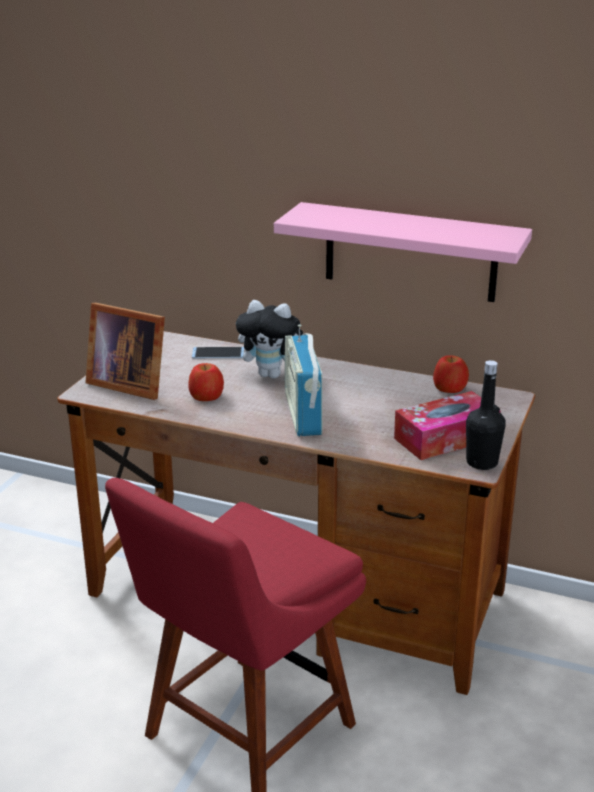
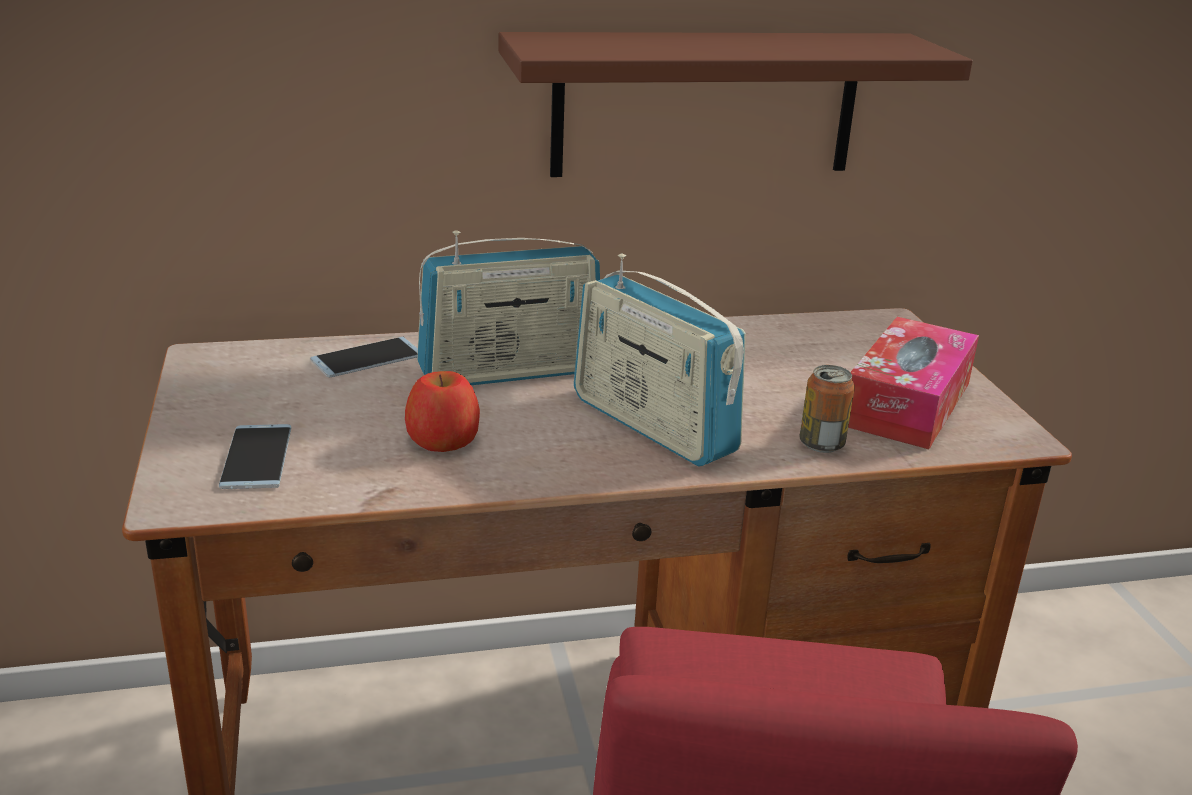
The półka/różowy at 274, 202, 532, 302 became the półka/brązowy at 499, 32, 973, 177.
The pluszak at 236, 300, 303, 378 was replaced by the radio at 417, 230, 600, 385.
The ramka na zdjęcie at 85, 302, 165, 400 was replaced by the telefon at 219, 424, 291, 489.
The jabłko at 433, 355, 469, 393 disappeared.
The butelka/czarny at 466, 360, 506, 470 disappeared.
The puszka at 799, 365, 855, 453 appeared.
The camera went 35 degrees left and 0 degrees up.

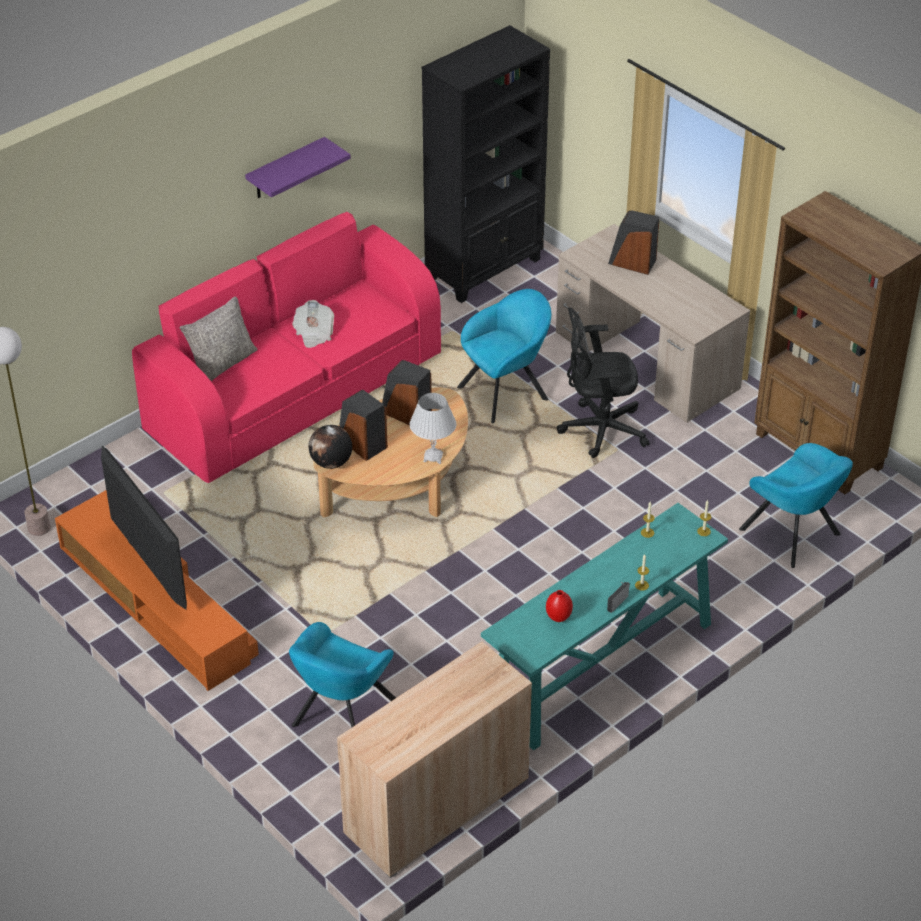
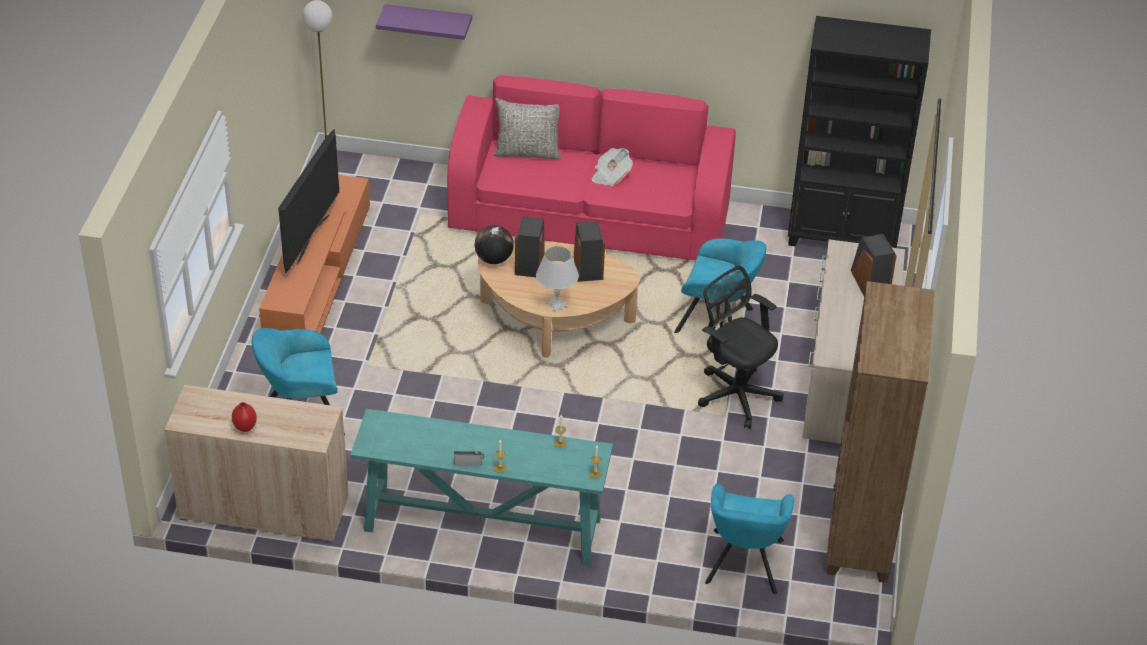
The półka/fioletowy moved from 245, 137, 351, 198 to 376, 4, 472, 40.
The wazon/czerwony moved from 546, 590, 573, 622 to 232, 402, 257, 432.
The camera went 50 degrees right and 0 degrees up.

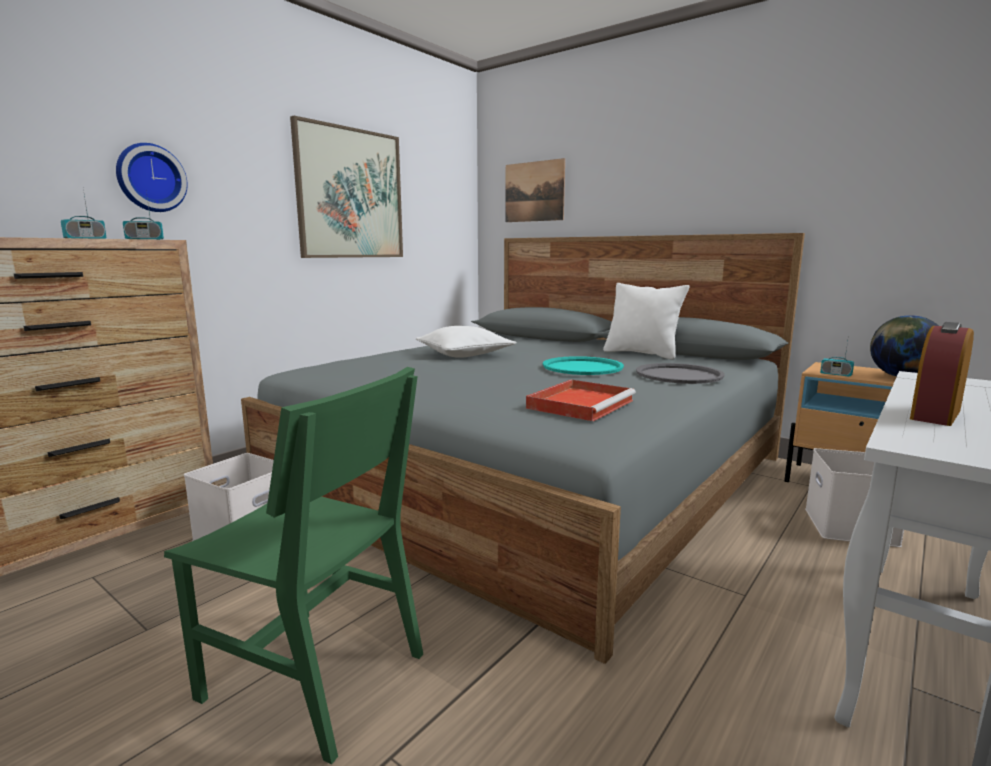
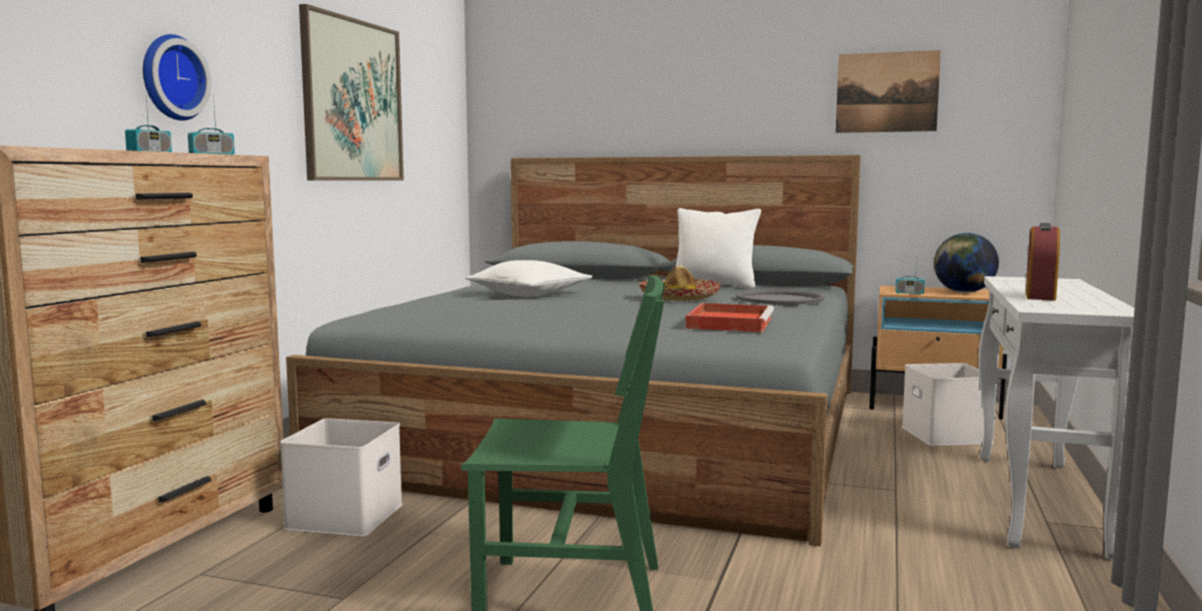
The obraz moved from 505, 158, 565, 222 to 836, 50, 941, 133.
The taca/turkusowy at 543, 356, 624, 375 was replaced by the kapelusz at 638, 265, 721, 301.
The camera went 20 degrees left and 5 degrees down.

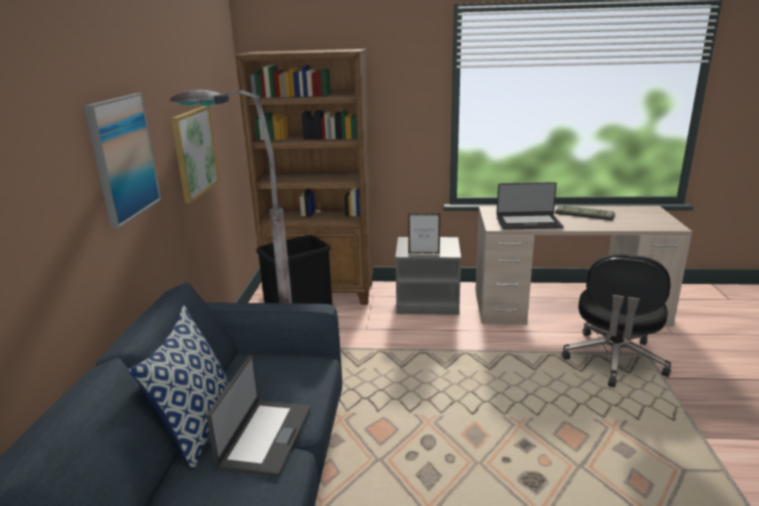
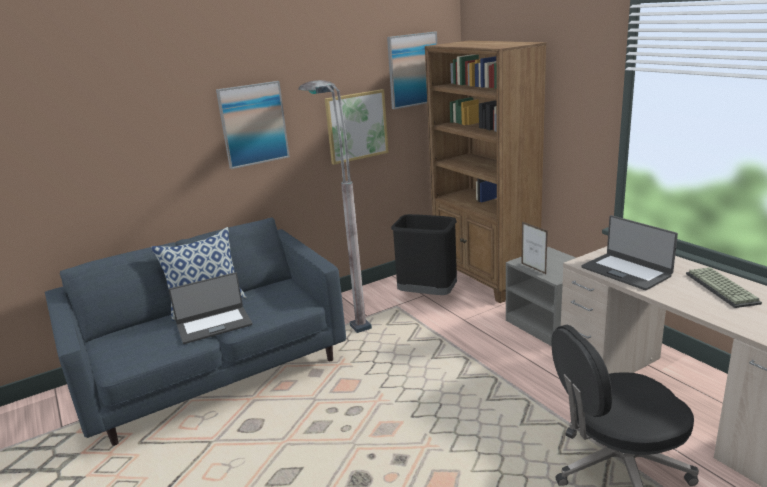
The obraz at 387, 32, 437, 109 appeared.
The camera went 55 degrees right and 0 degrees up.

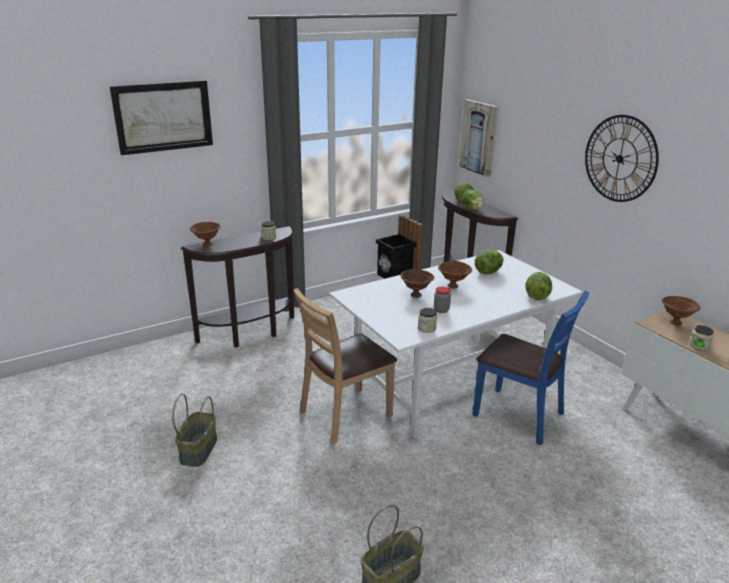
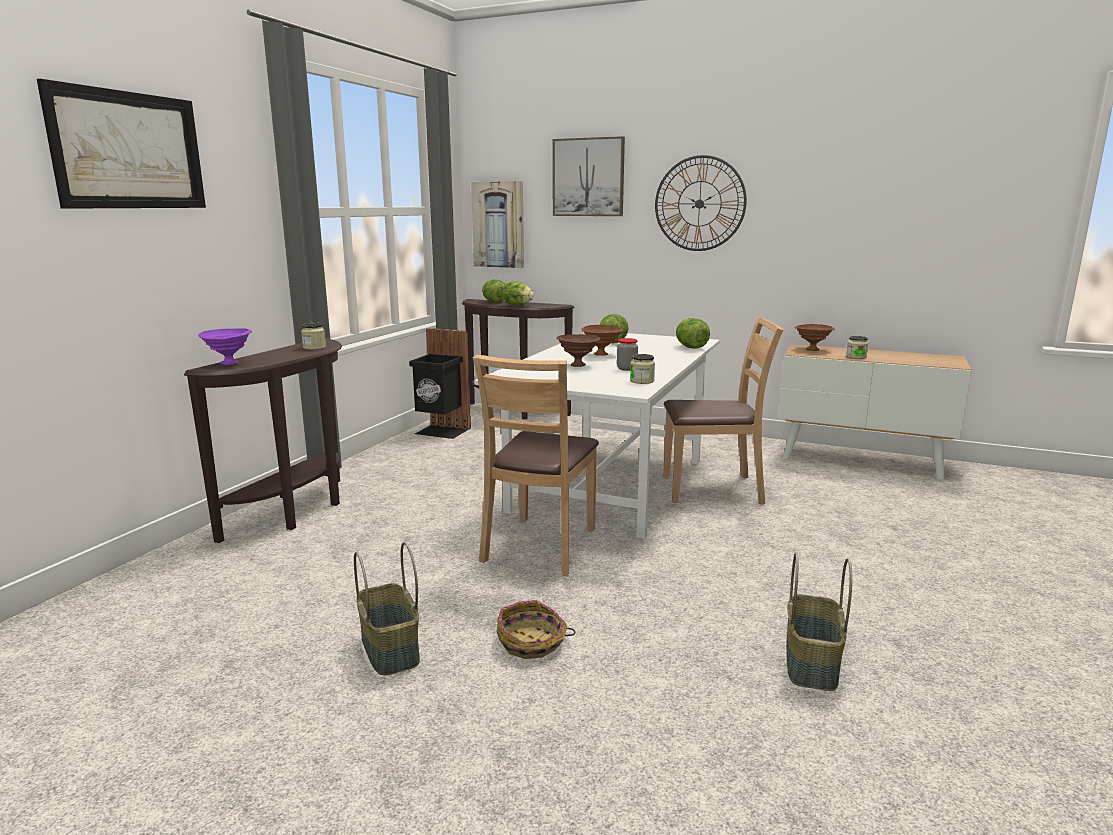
The miska/brązowy at 190, 222, 221, 247 became the miska/fioletowy at 198, 328, 252, 365.
The krzesło/niebieski at 473, 290, 589, 445 became the krzesło/brązowy at 663, 317, 783, 505.
The obraz at 553, 136, 625, 216 appeared.
The koszyk at 497, 600, 575, 659 appeared.
The camera went 35 degrees left and 10 degrees down.

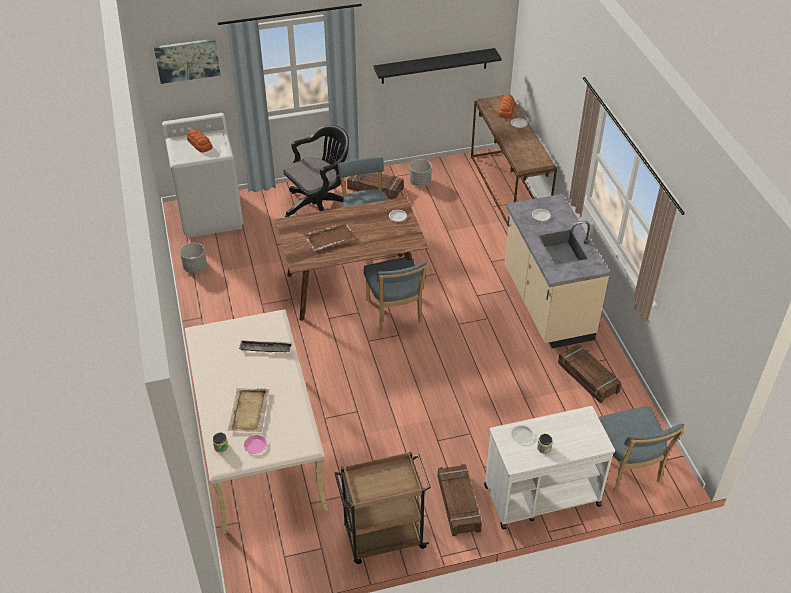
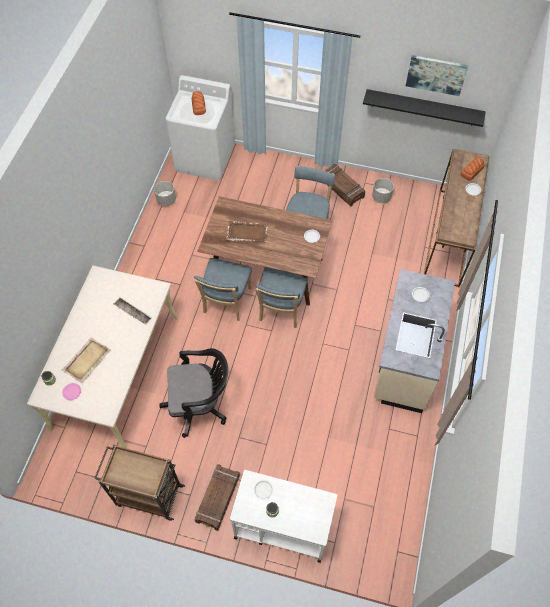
The obraz moved from 154, 39, 221, 84 to 406, 55, 468, 96.
The krzesło biurowe/czarny moved from 283, 125, 349, 217 to 159, 348, 228, 438.
The skrzynka at 558, 344, 622, 403 disappeared.
The krzesło/niebieski moved from 598, 406, 684, 493 to 194, 258, 252, 321.
The camera went 30 degrees right and 15 degrees up.

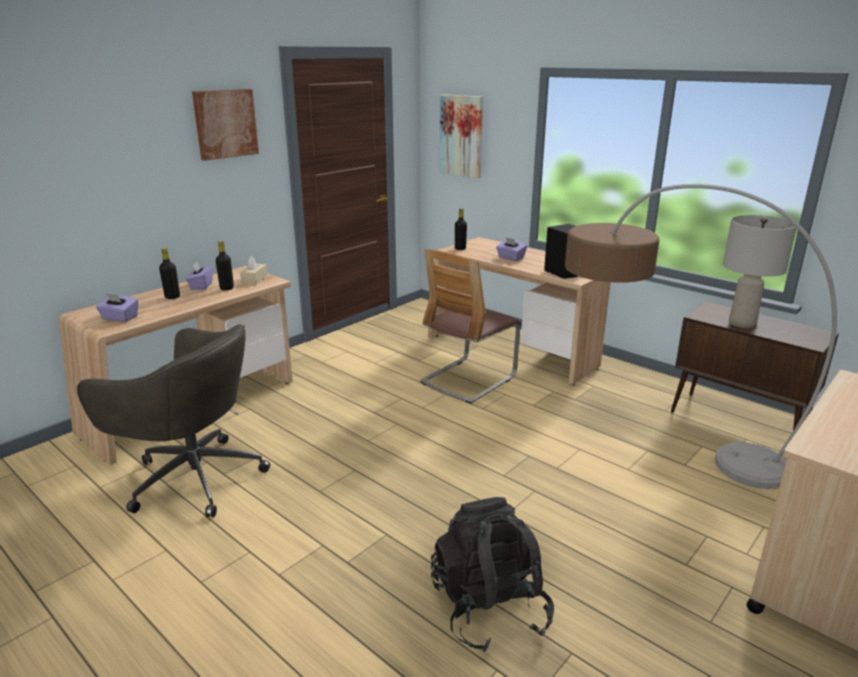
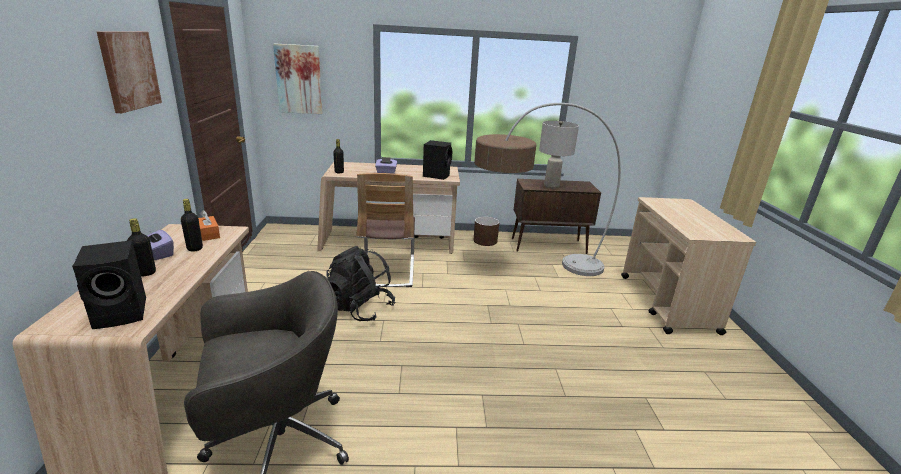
The pudełko chusteczek/beżowy at 240, 257, 267, 285 became the pudełko chusteczek/pomarańczowy at 198, 210, 220, 241.
The pudełko chusteczek/fioletowy at 96, 293, 138, 322 was replaced by the głośnik/czarny at 72, 240, 146, 329.
The plecak/czarny moved from 431, 497, 554, 652 to 326, 246, 395, 321.
The donica/brązowy at 474, 216, 500, 246 appeared.
The camera went 45 degrees left and 0 degrees up.

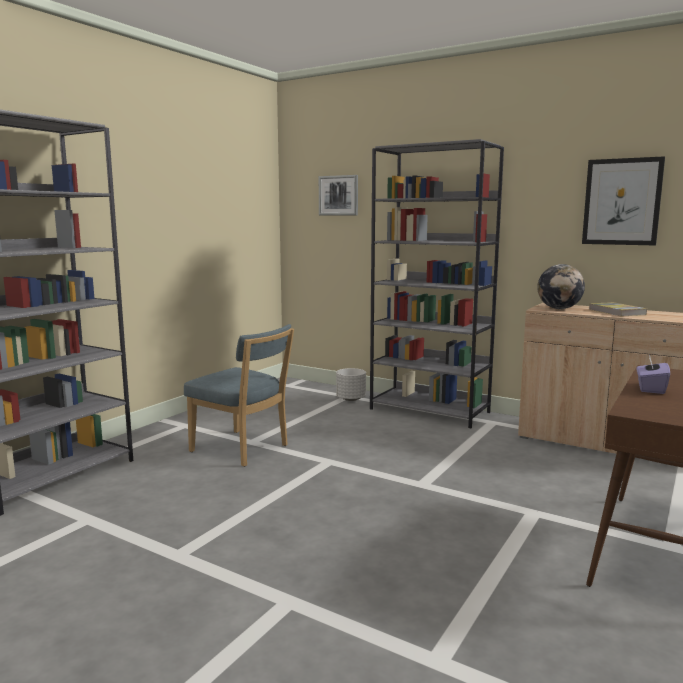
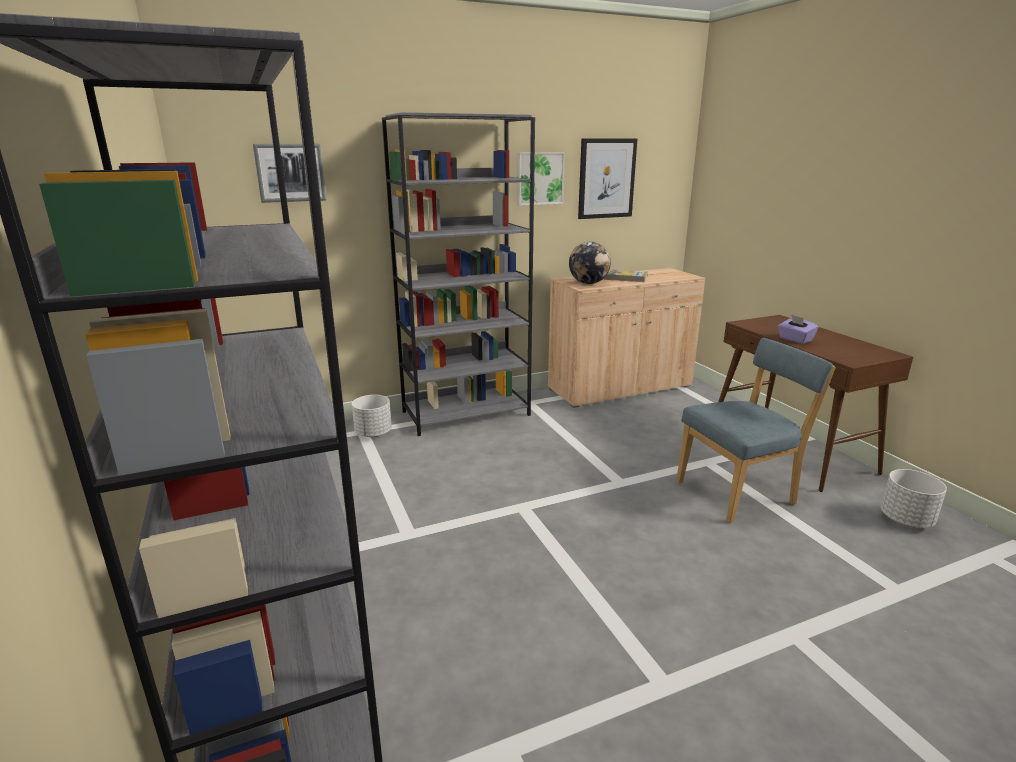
The krzesło/niebieski moved from 184, 324, 294, 467 to 676, 338, 836, 523.
The obraz at 517, 152, 565, 206 appeared.
The donica/biały at 881, 469, 947, 528 appeared.
The camera went 55 degrees left and 10 degrees up.

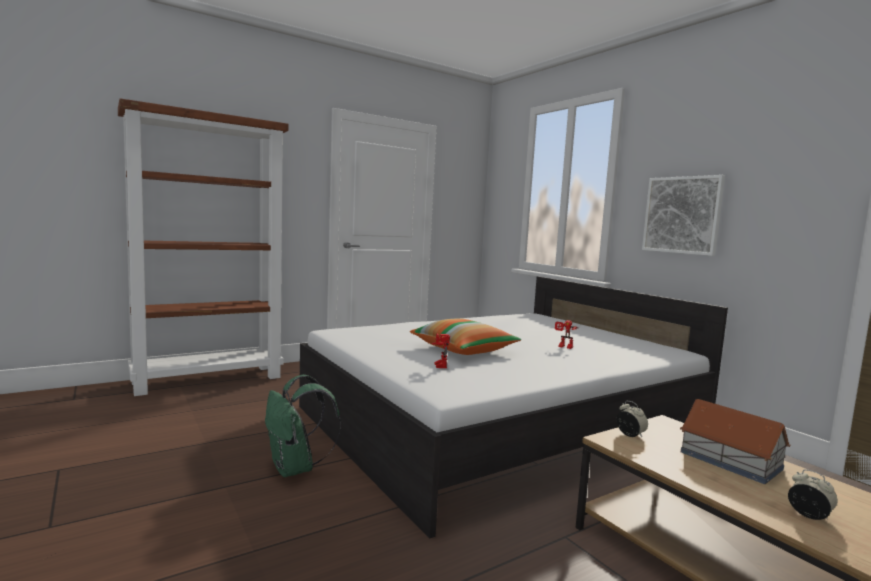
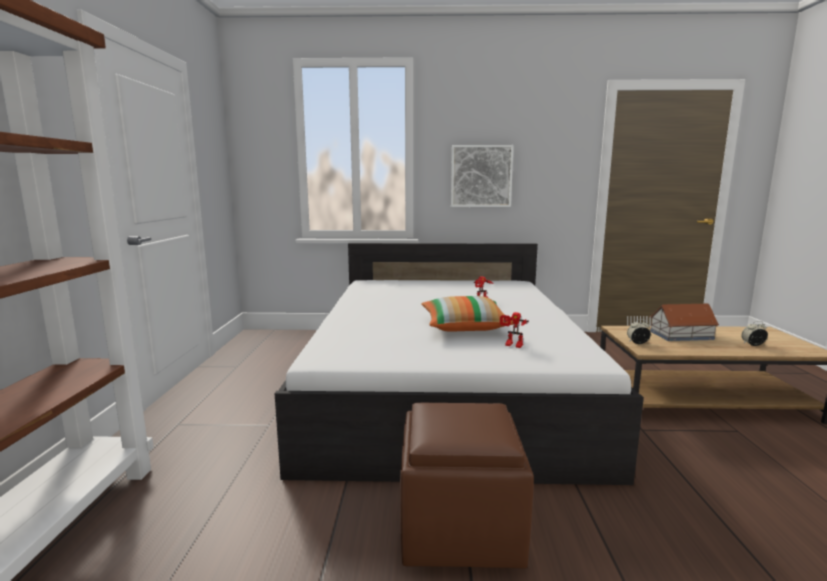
The plecak/zielony at 265, 375, 341, 477 was replaced by the pufa/brązowy at 400, 403, 534, 568.
The camera went 55 degrees left and 5 degrees up.

